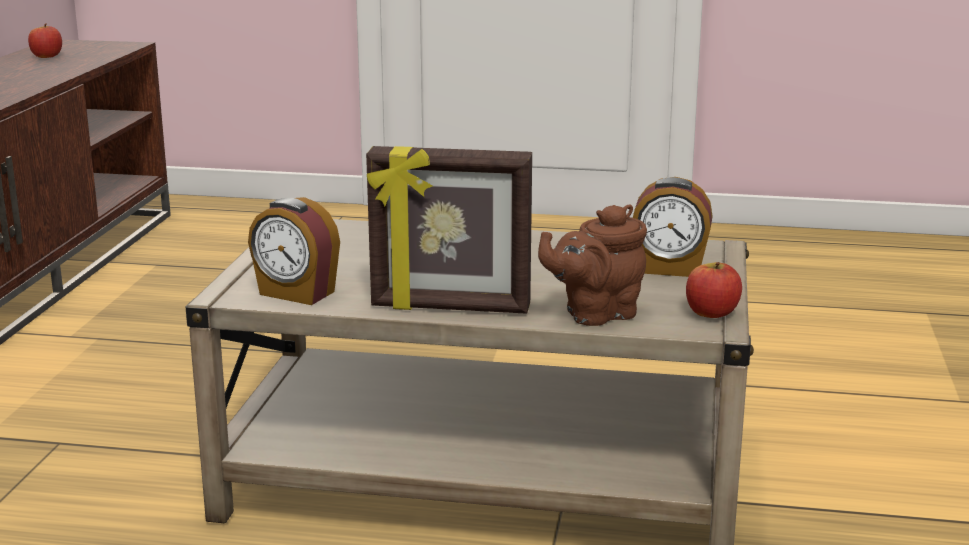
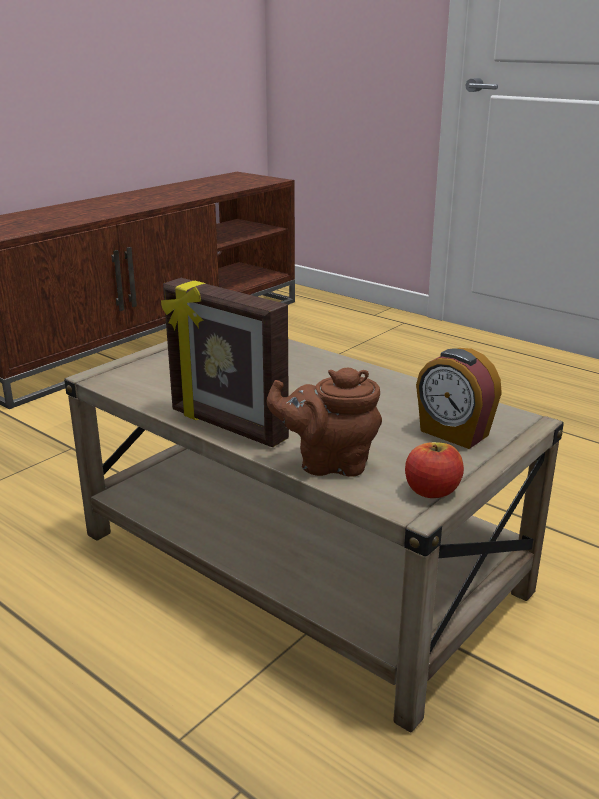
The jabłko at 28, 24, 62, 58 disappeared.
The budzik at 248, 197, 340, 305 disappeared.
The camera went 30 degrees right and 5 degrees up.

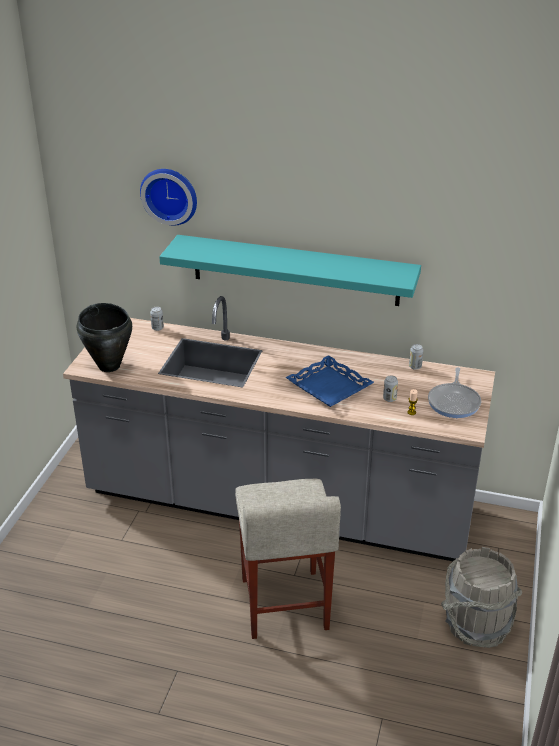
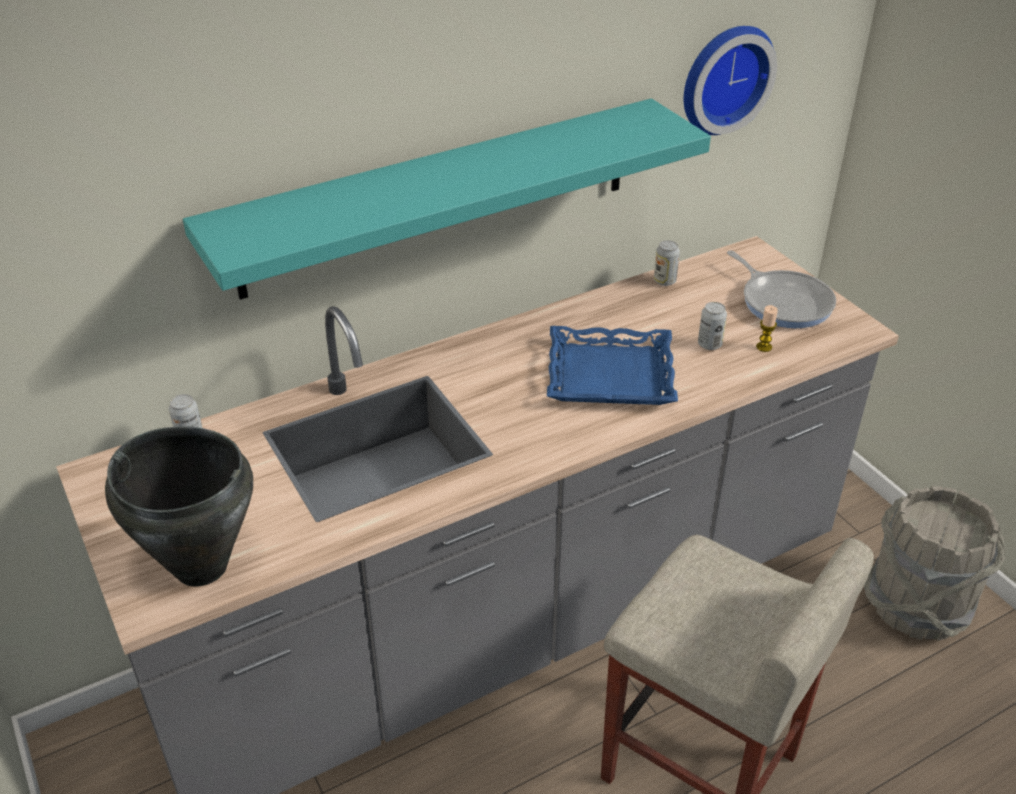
The zegar ścienny moved from 140, 169, 197, 225 to 684, 26, 777, 135.
The camera went 45 degrees left and 5 degrees up.

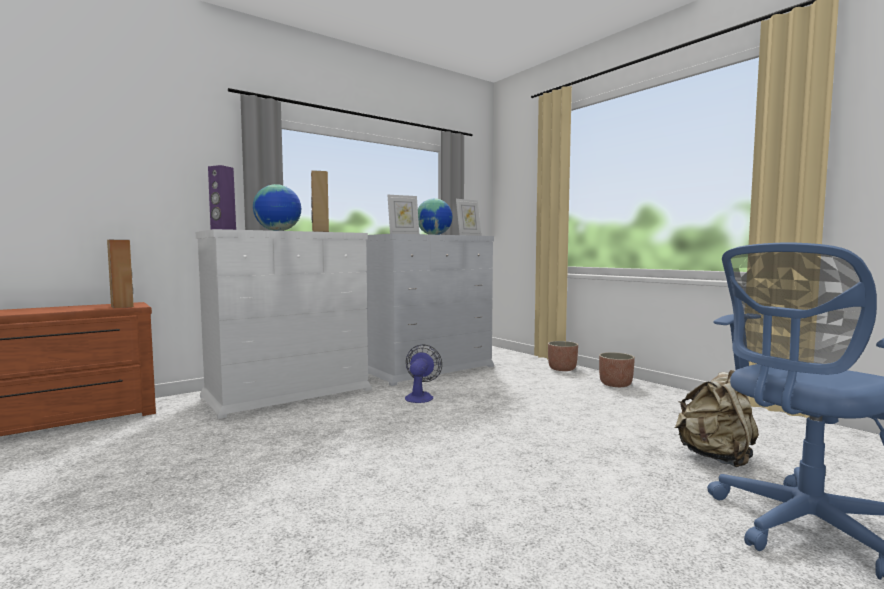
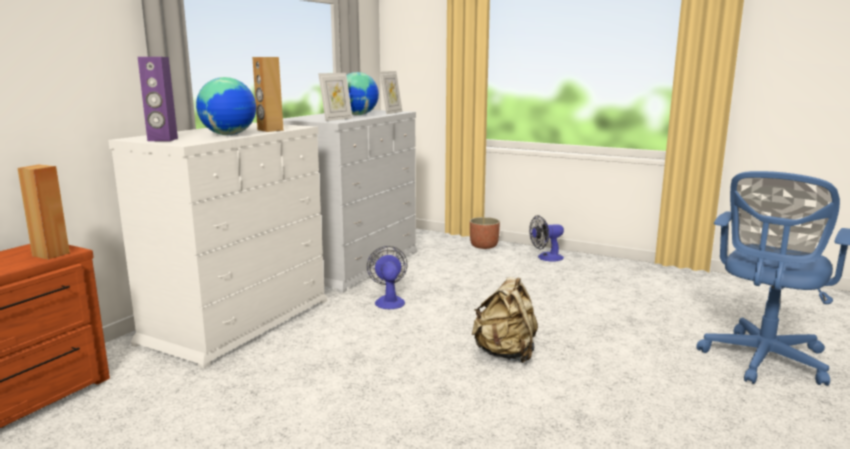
The donica at 599, 352, 635, 387 was replaced by the wentylator at 529, 215, 564, 261.
The plecak/beżowy moved from 675, 370, 759, 467 to 472, 277, 538, 363.
The camera went 25 degrees left and 10 degrees up.

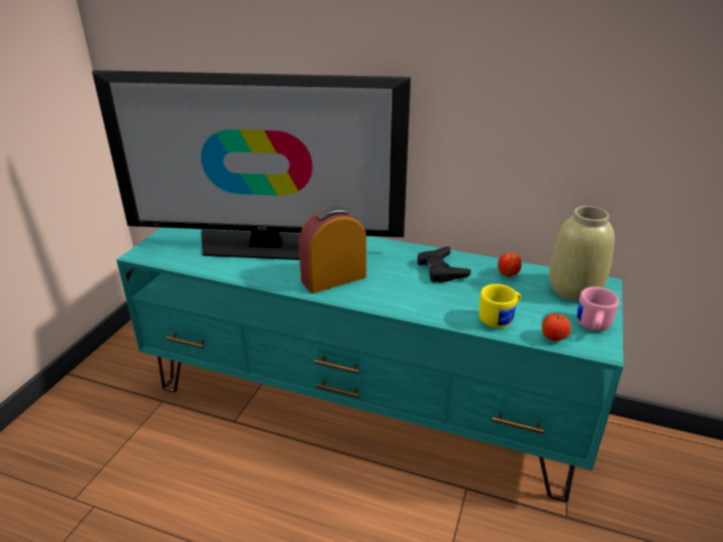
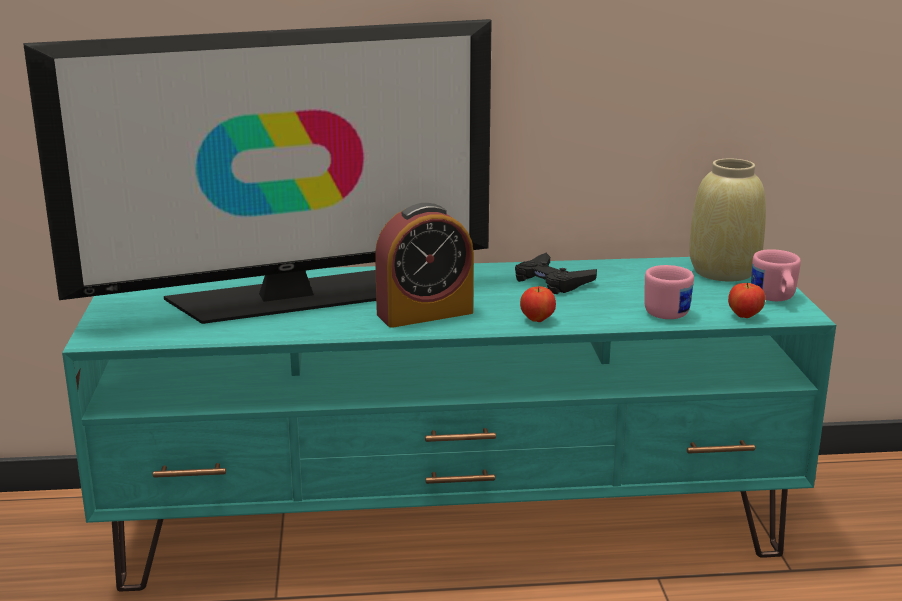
The budzik at 299, 207, 367, 293 turned 150 degrees counterclockwise.
The jabłko moved from 498, 253, 521, 277 to 520, 286, 556, 322.
The kubek/żółty at 479, 284, 521, 328 became the kubek/różowy at 644, 265, 694, 319.
The camera went 25 degrees left and 10 degrees down.

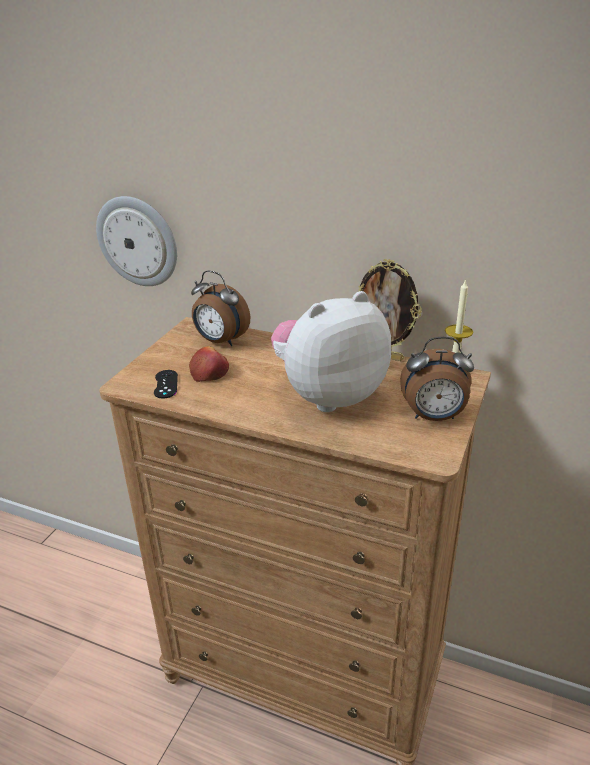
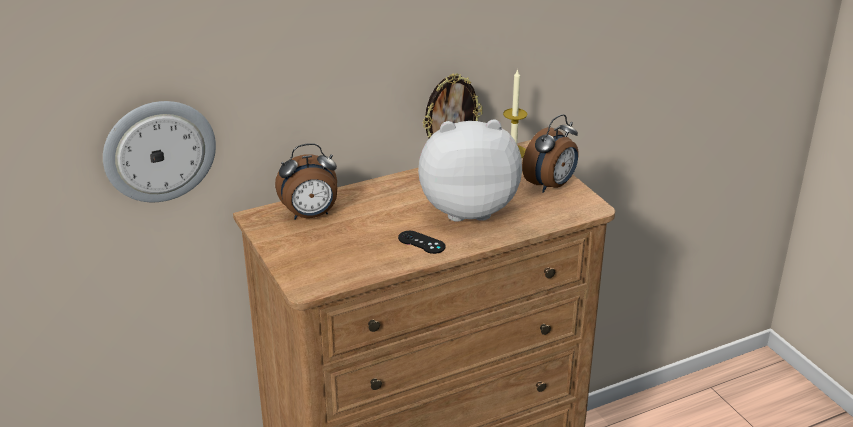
The pluszak at 271, 291, 391, 412 turned 75 degrees clockwise.
The jabłko at 189, 346, 229, 382 disappeared.
The pad do gier/czarny moved from 154, 370, 178, 399 to 398, 231, 446, 254.
The camera went 50 degrees left and 0 degrees up.

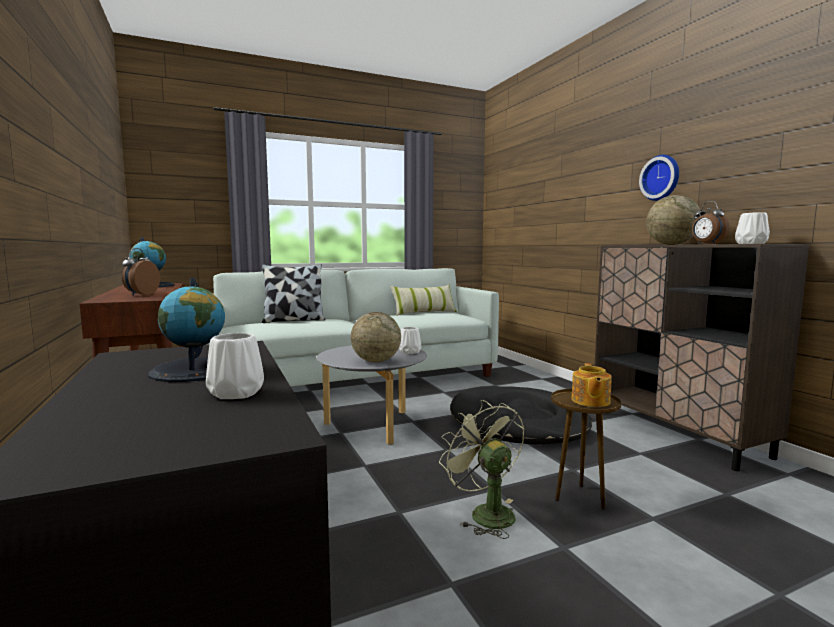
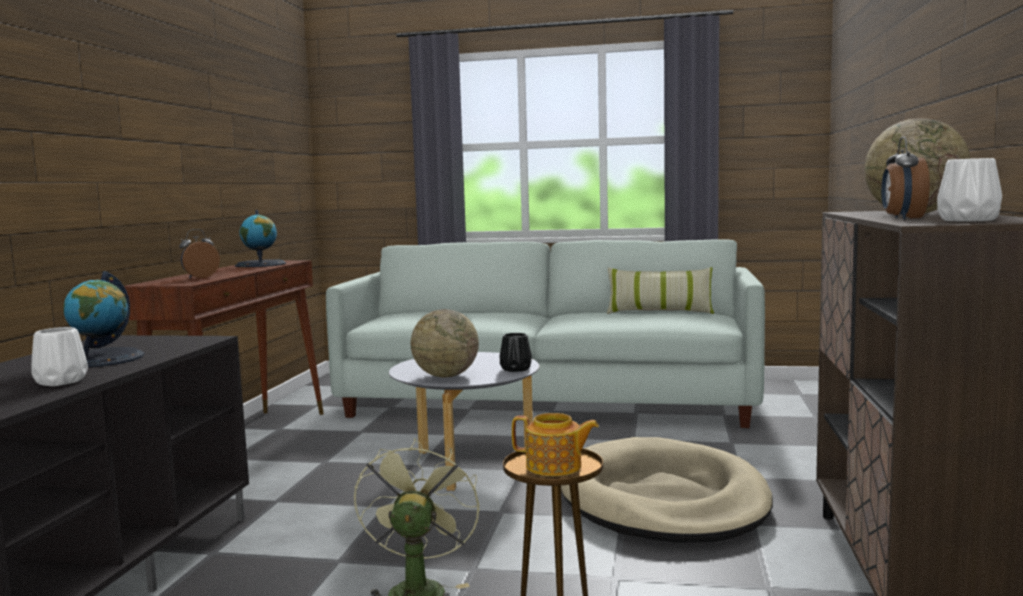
The zegar ścienny at 639, 155, 679, 201 disappeared.
The poduszka at 262, 264, 325, 323 disappeared.
The wazon/biały at 399, 327, 421, 354 became the wazon/czarny at 500, 333, 532, 372.
The imbryk at 571, 363, 612, 407 turned 120 degrees counterclockwise.
The legowisko/czarny at 450, 386, 592, 445 became the legowisko/beżowy at 561, 437, 773, 542.
The camera went 35 degrees right and 0 degrees up.

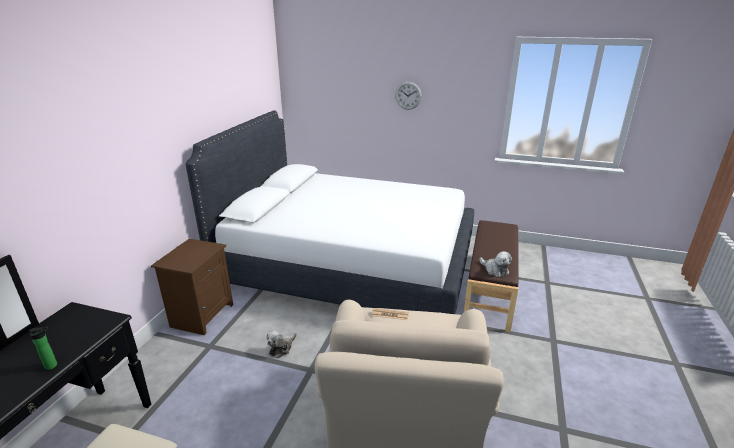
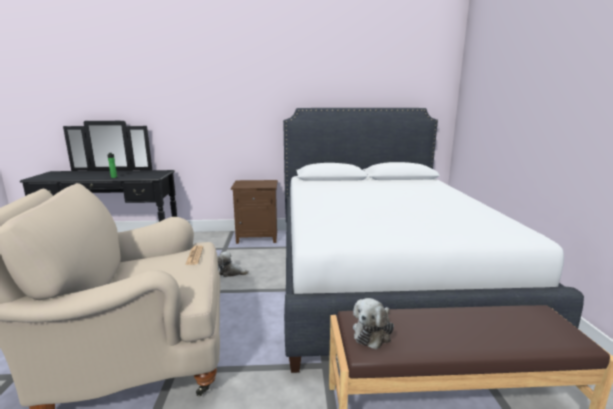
The zegar ścienny at 395, 82, 422, 110 disappeared.
The camera went 70 degrees right and 10 degrees down.

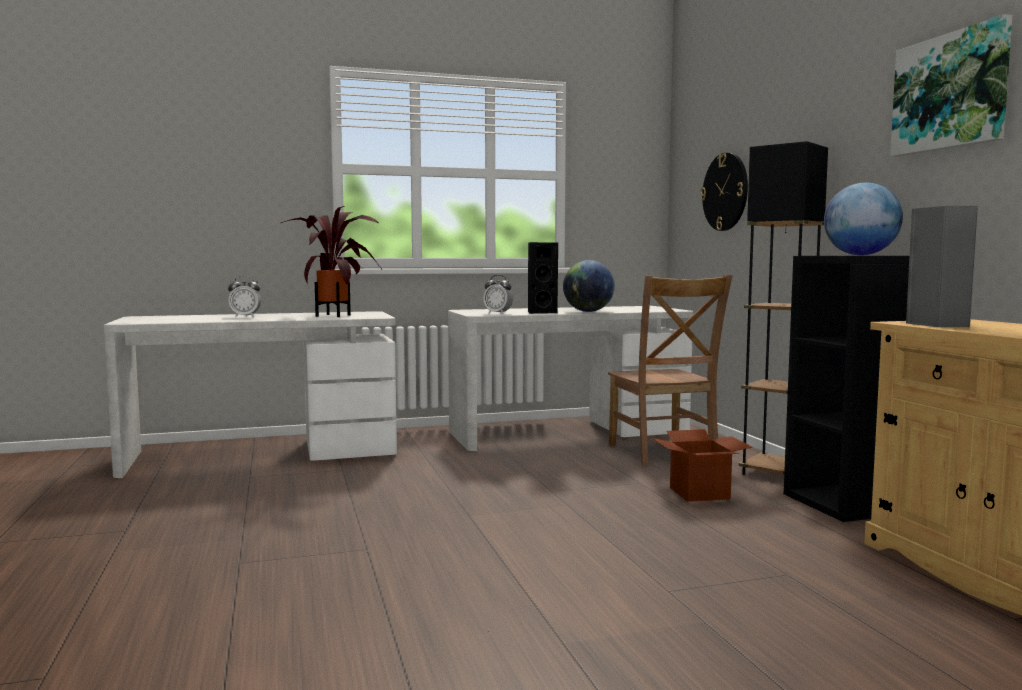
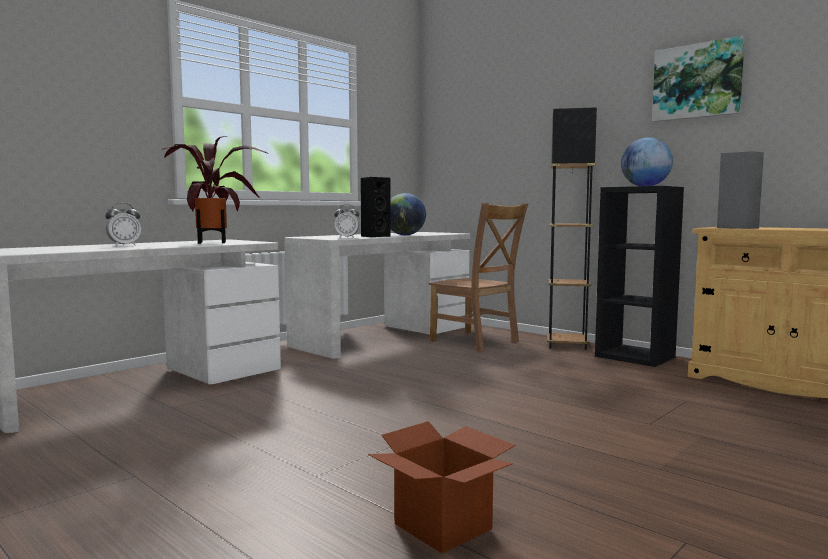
The zegar ścienny at 700, 153, 748, 231 disappeared.
The karton moved from 652, 429, 753, 502 to 368, 421, 516, 553.
The camera went 30 degrees left and 0 degrees up.

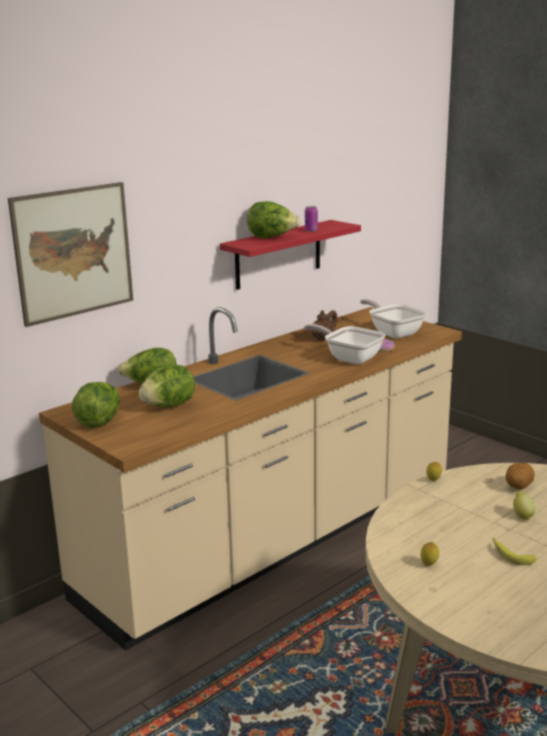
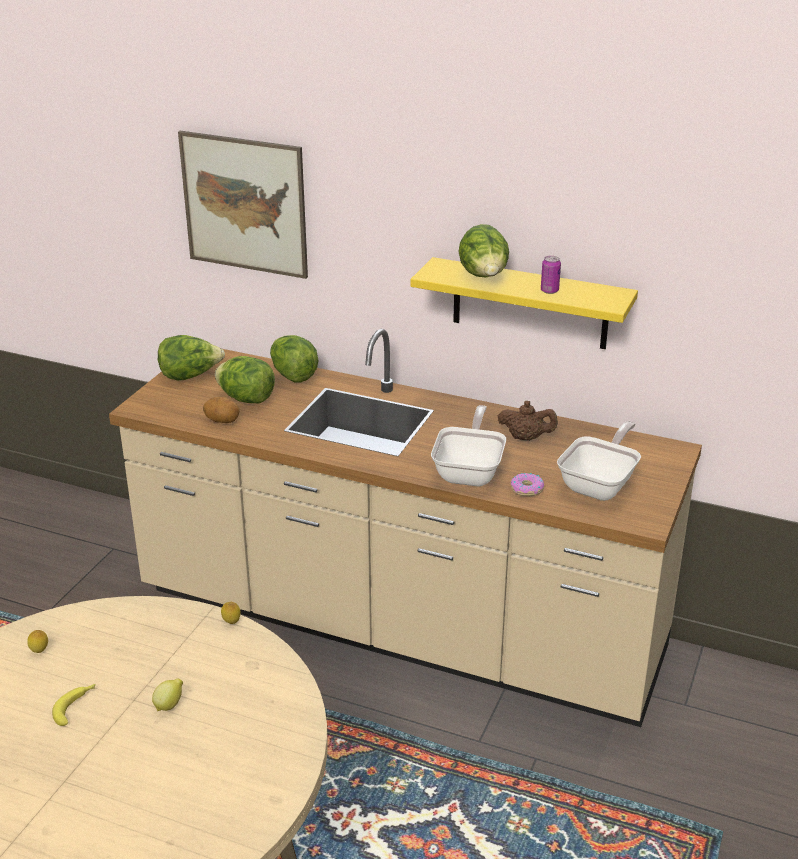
The półka/czerwony at 220, 220, 361, 290 became the półka/żółty at 410, 257, 638, 349.
The ziemniak moved from 506, 462, 535, 490 to 203, 397, 240, 423.
The camera went 65 degrees right and 10 degrees up.

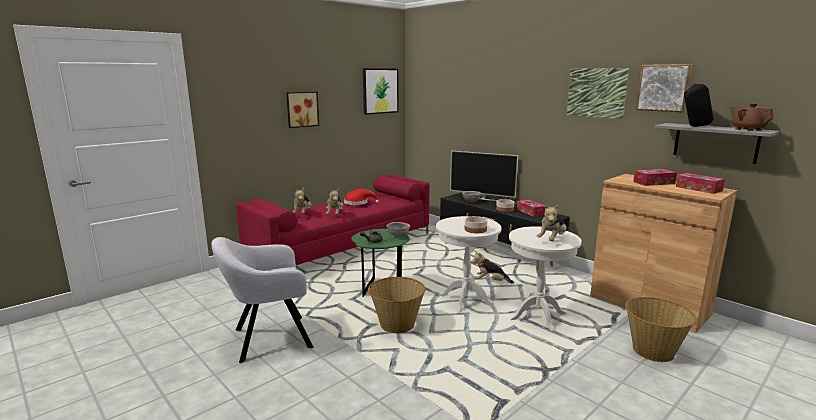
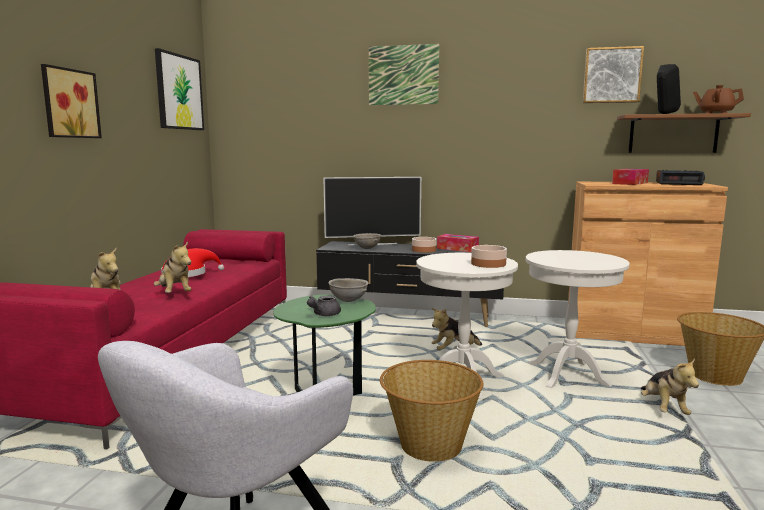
The obraz moved from 567, 68, 630, 119 to 369, 44, 440, 105.
The półka/szary at 655, 123, 779, 164 became the półka/brązowy at 617, 113, 751, 153.
The pudełko chusteczek at 676, 173, 725, 194 was replaced by the budzik at 656, 170, 705, 185.
The pluszak moved from 537, 205, 567, 241 to 640, 358, 699, 415.
The camera went 35 degrees left and 5 degrees down.

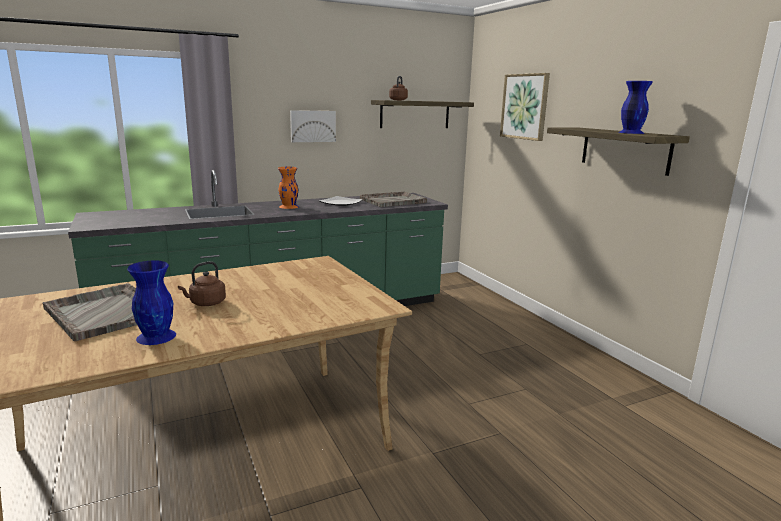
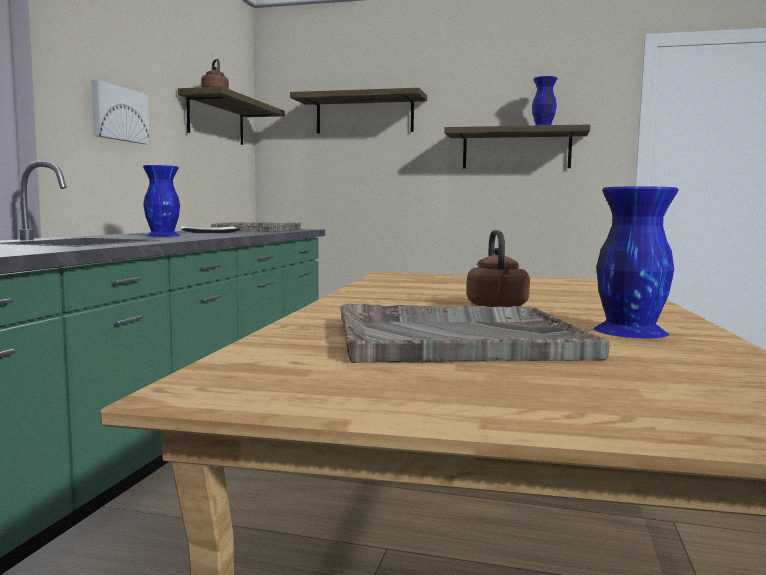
The obraz at 500, 73, 550, 141 was replaced by the półka at 290, 88, 427, 133.
The wazon/pomarańczowy at 278, 167, 299, 209 became the wazon/niebieski at 143, 165, 180, 236.
The camera went 50 degrees left and 10 degrees down.

